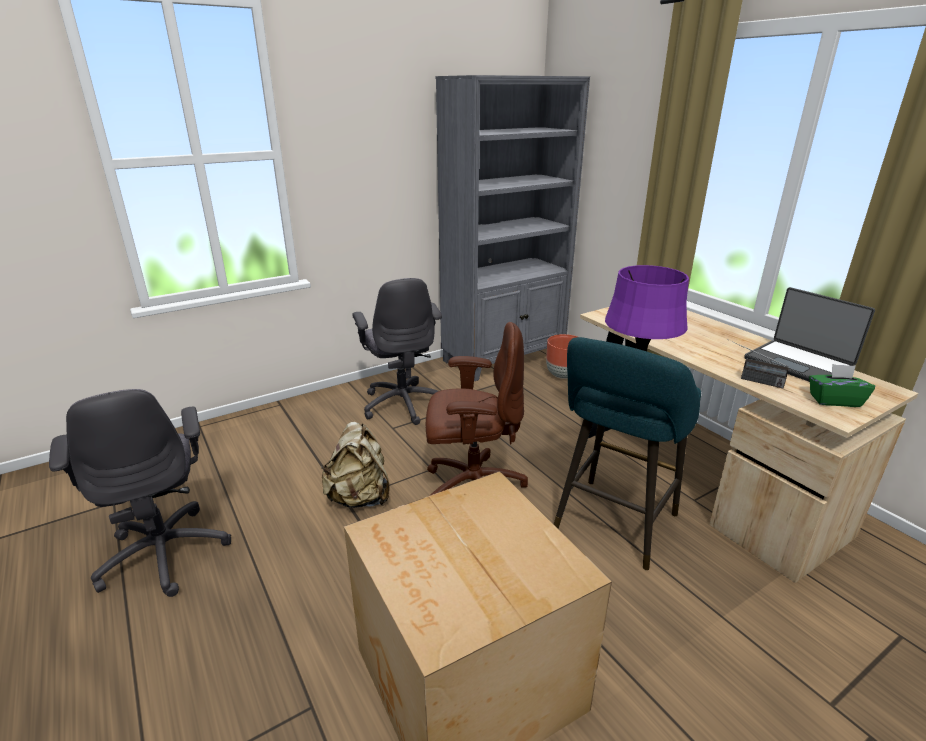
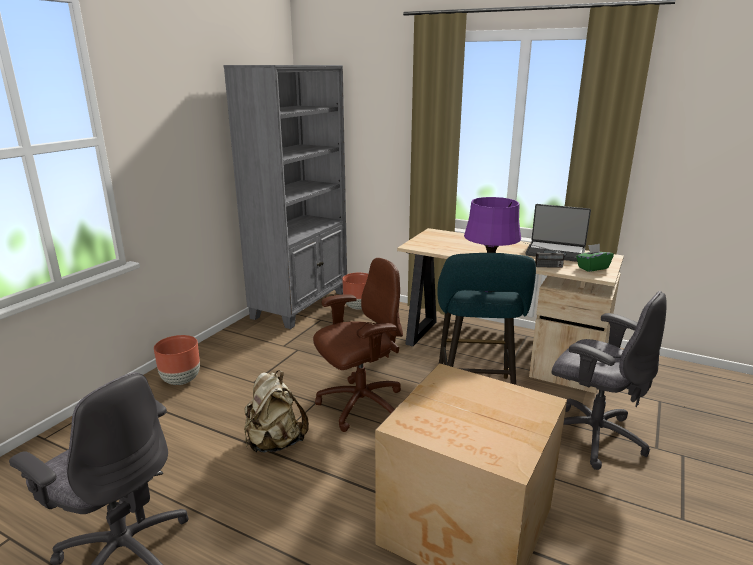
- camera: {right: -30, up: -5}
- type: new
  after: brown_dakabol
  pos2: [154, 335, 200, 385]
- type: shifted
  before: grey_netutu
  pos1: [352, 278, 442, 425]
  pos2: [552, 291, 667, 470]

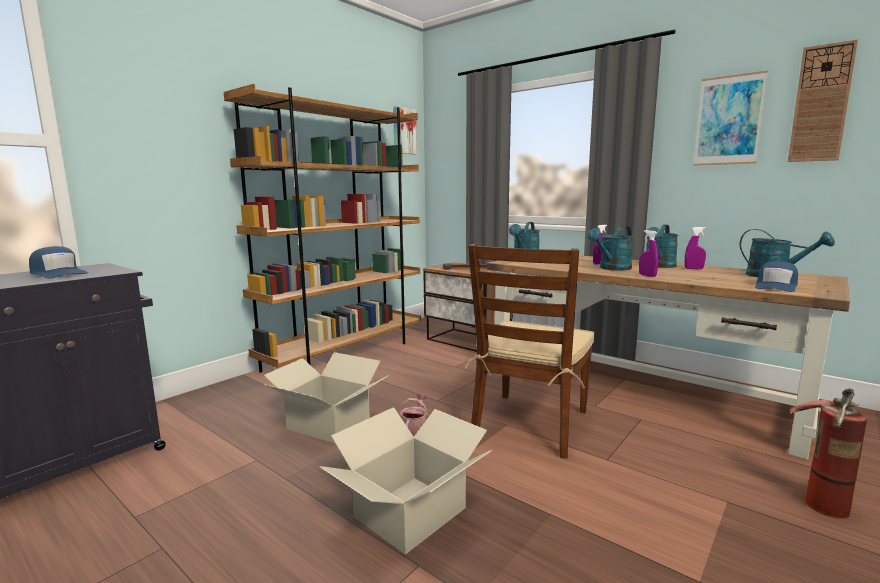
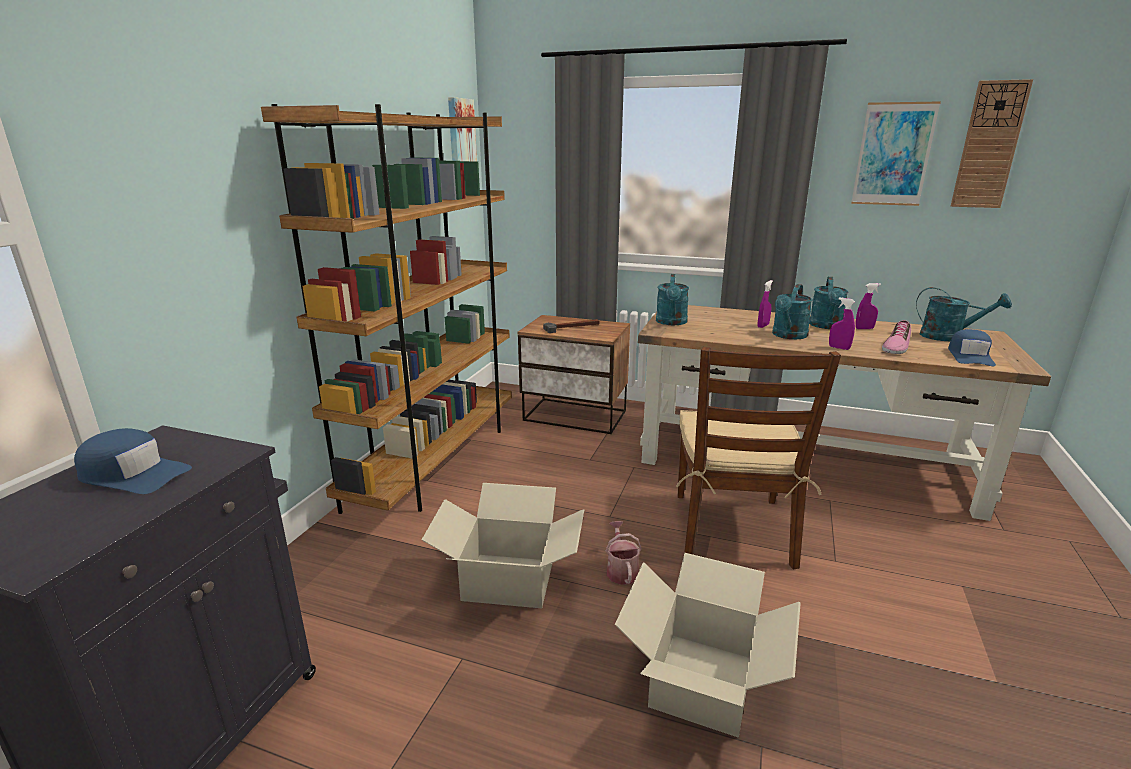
- camera: {right: -20, up: 10}
- type: gone
  before: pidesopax
  pos1: [789, 388, 867, 519]
- type: new
  after: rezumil
  pos2: [882, 320, 911, 354]

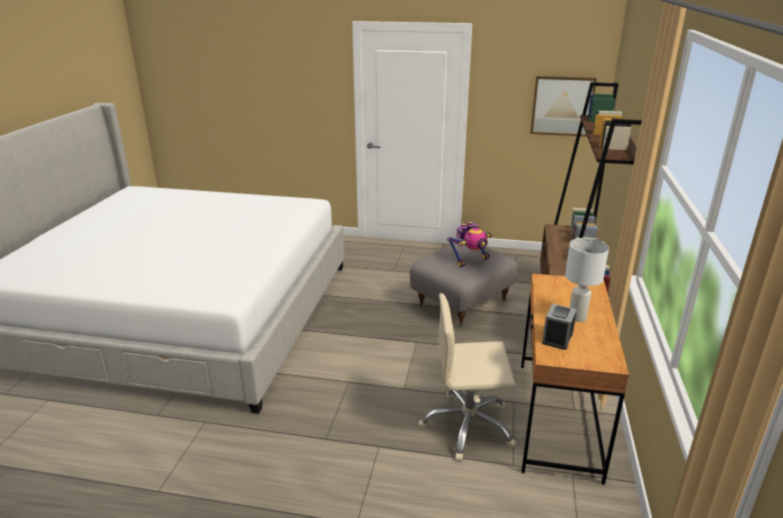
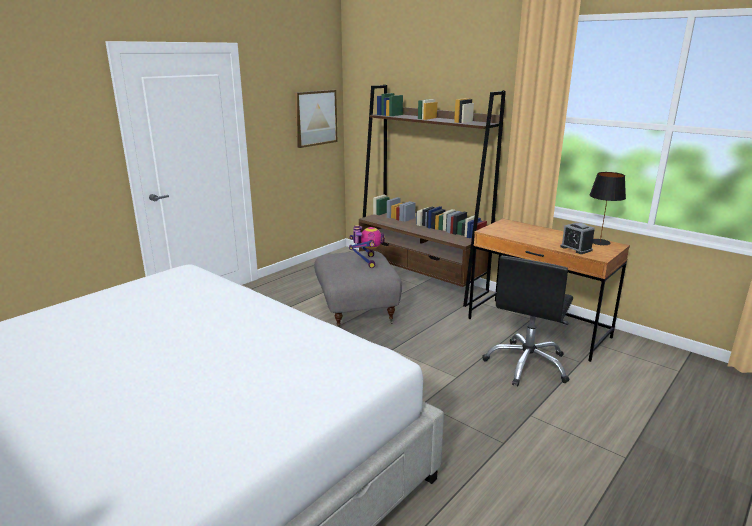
- camera: {right: -60, up: -5}
- type: gone
  before: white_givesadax
  pos1: [565, 238, 609, 322]
- type: new
  after: black_givesadax
  pos2: [590, 172, 626, 245]
- type: repainted
  before: beige_netutu
  after: black_netutu
  pos1: [419, 293, 516, 461]
  pos2: [482, 256, 573, 386]

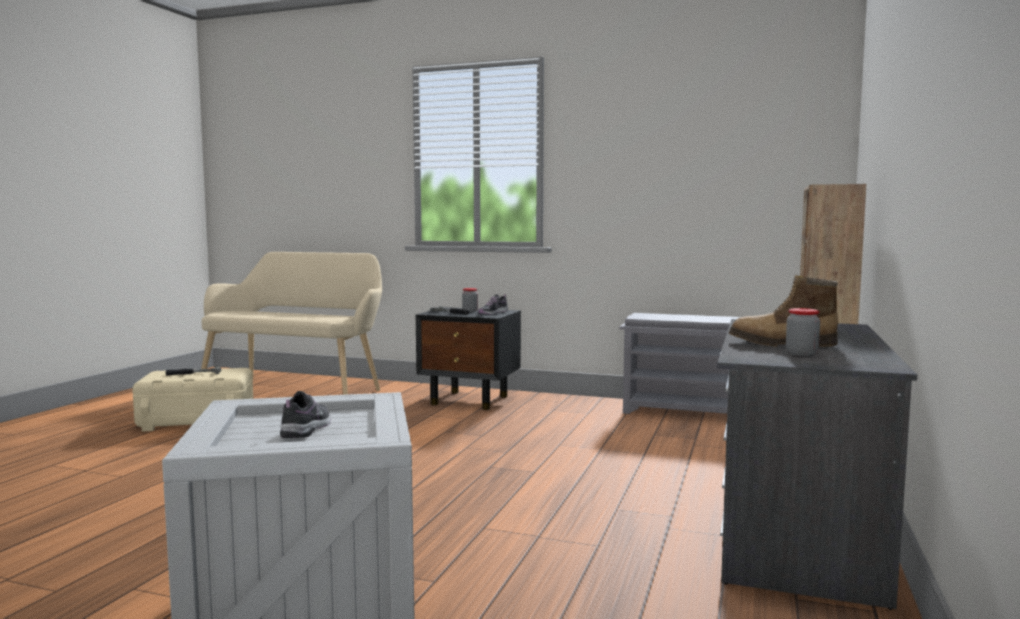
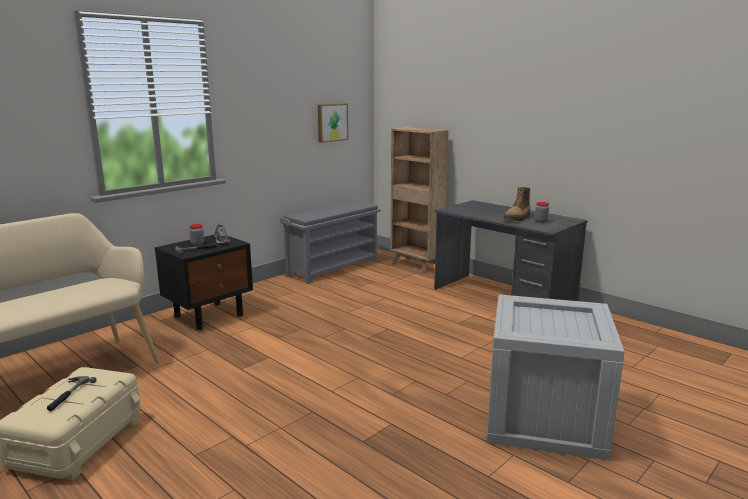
- camera: {right: -65, up: 10}
- type: gone
  before: rezumil
  pos1: [280, 391, 331, 438]
- type: new
  after: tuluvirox
  pos2: [318, 103, 348, 143]

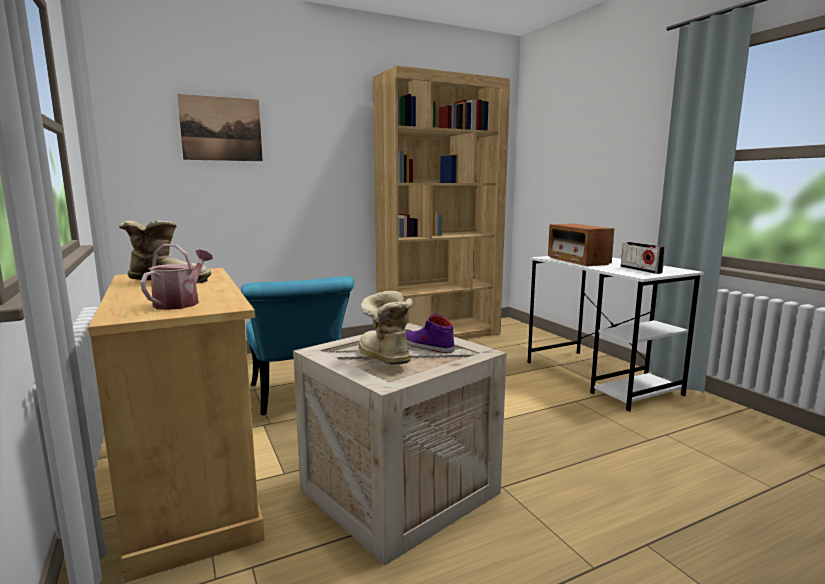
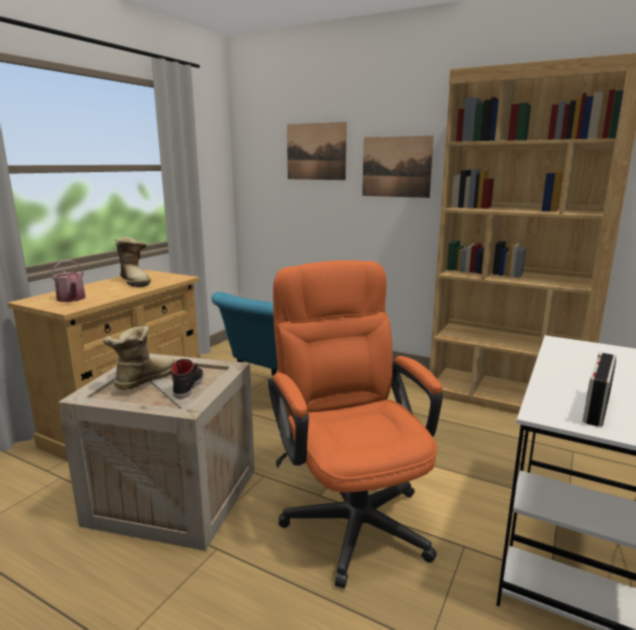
- camera: {right: 55, up: 5}
- type: gone
  before: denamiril
  pos1: [548, 224, 614, 266]
- type: new
  after: orange_netutu
  pos2: [268, 260, 443, 589]
- type: new
  after: tuluvirox
  pos2: [362, 136, 434, 198]
- type: repainted
  before: purple_rezumil
  after: black_rezumil
  pos1: [406, 314, 455, 353]
  pos2: [171, 359, 203, 399]
- type: rotated
  before: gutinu
  pos1: [140, 244, 213, 310]
  pos2: [51, 260, 86, 302]
  turn: 75

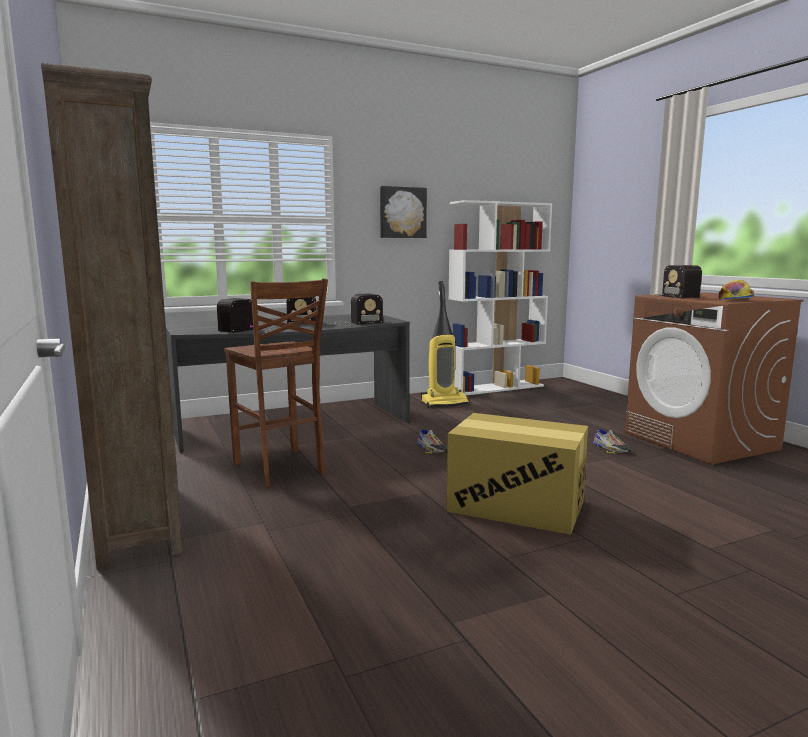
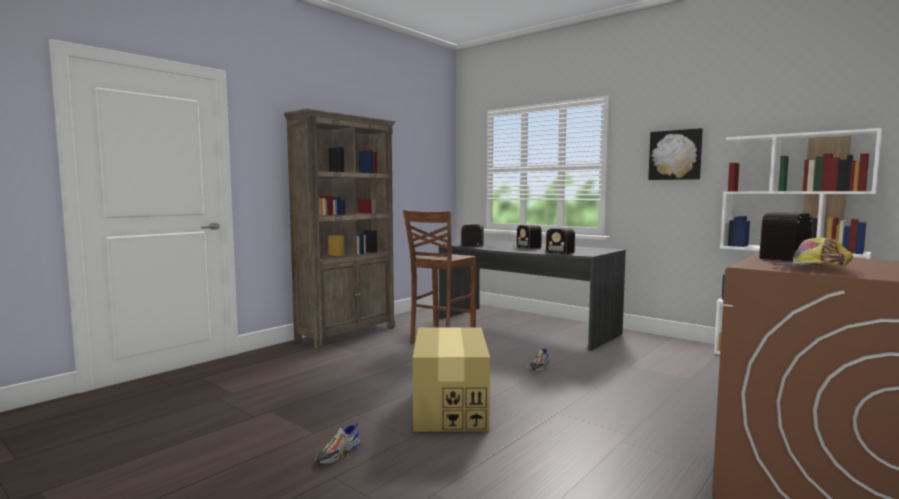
- camera: {right: 65, up: -5}
- type: gone
  before: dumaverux
  pos1: [421, 281, 470, 408]
- type: shifted
  before: rezumil
  pos1: [593, 428, 631, 454]
  pos2: [315, 423, 361, 464]

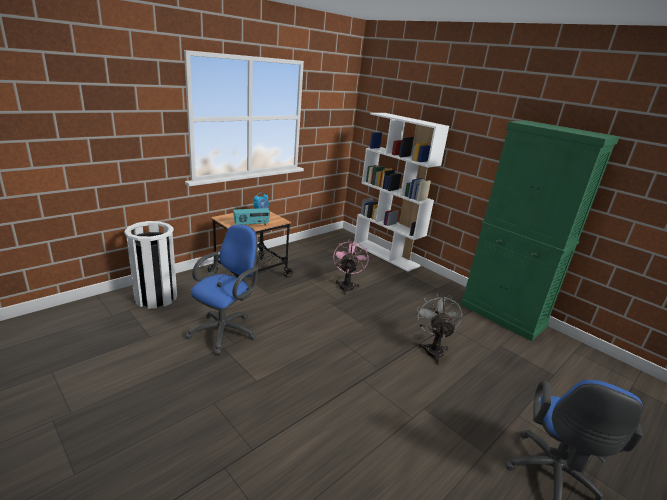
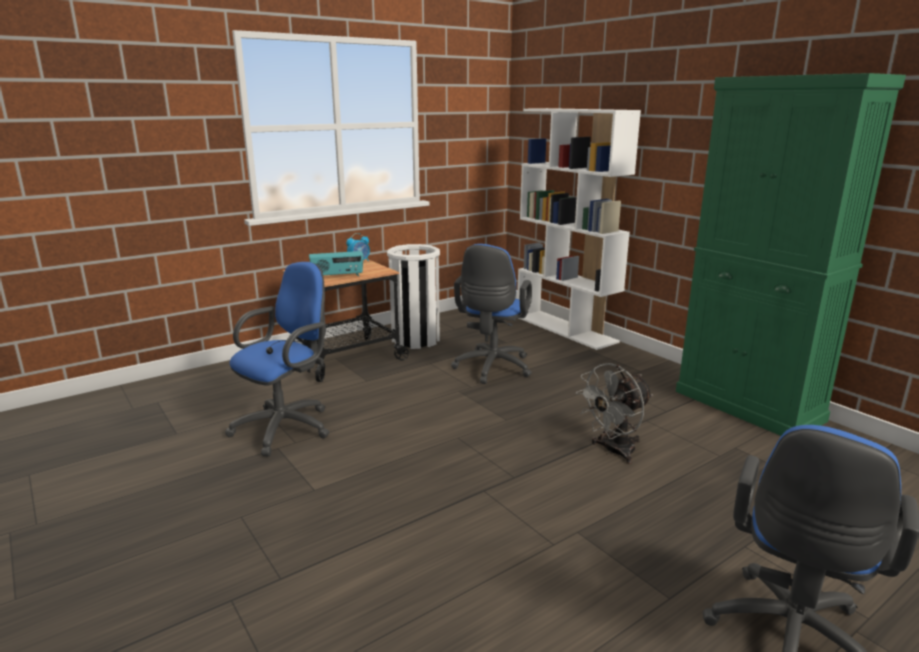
- camera: {right: 10, up: -5}
- type: shifted
  before: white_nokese
  pos1: [124, 221, 177, 309]
  pos2: [387, 244, 440, 349]
- type: swapped
  before: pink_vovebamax
  after: blue_netutu
  pos1: [333, 239, 369, 295]
  pos2: [451, 244, 532, 384]
- type: rotated
  before: grey_vovebamax
  pos1: [417, 293, 462, 365]
  pos2: [576, 363, 653, 464]
  turn: -135

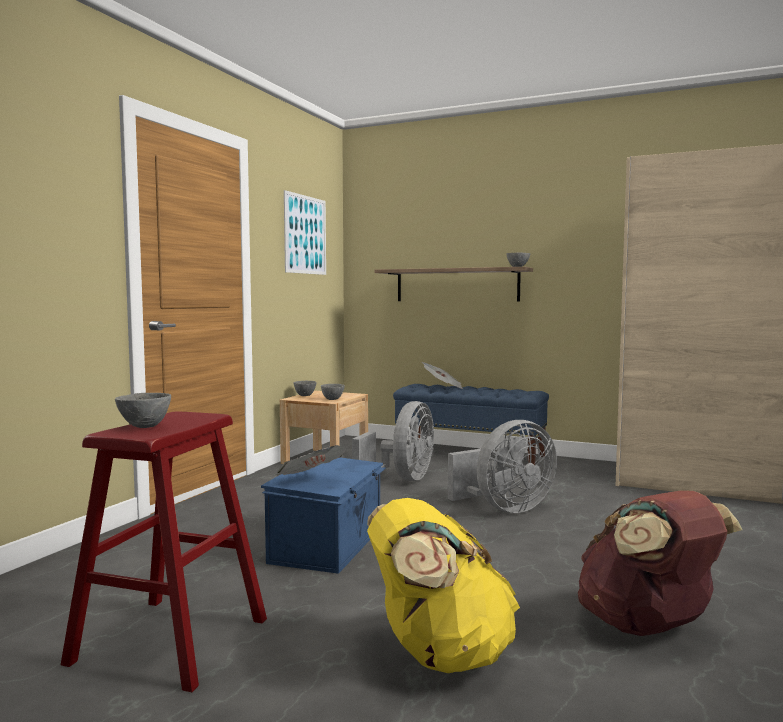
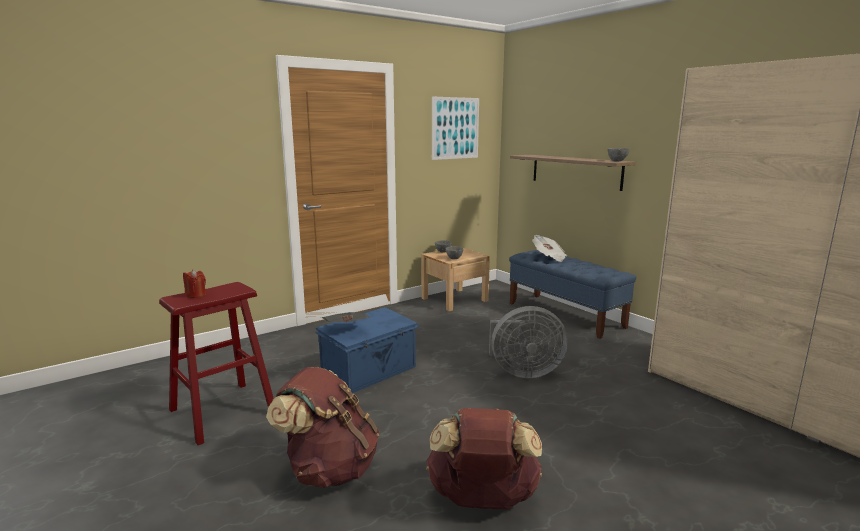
- camera: {right: 30, up: 10}
- type: gone
  before: grey_vovebamax
  pos1: [352, 401, 434, 481]
- type: swapped
  before: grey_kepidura
  after: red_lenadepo
  pos1: [115, 393, 171, 428]
  pos2: [183, 269, 206, 298]
- type: repainted
  before: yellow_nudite
  after: brown_nudite
  pos1: [367, 498, 520, 673]
  pos2: [266, 367, 380, 488]

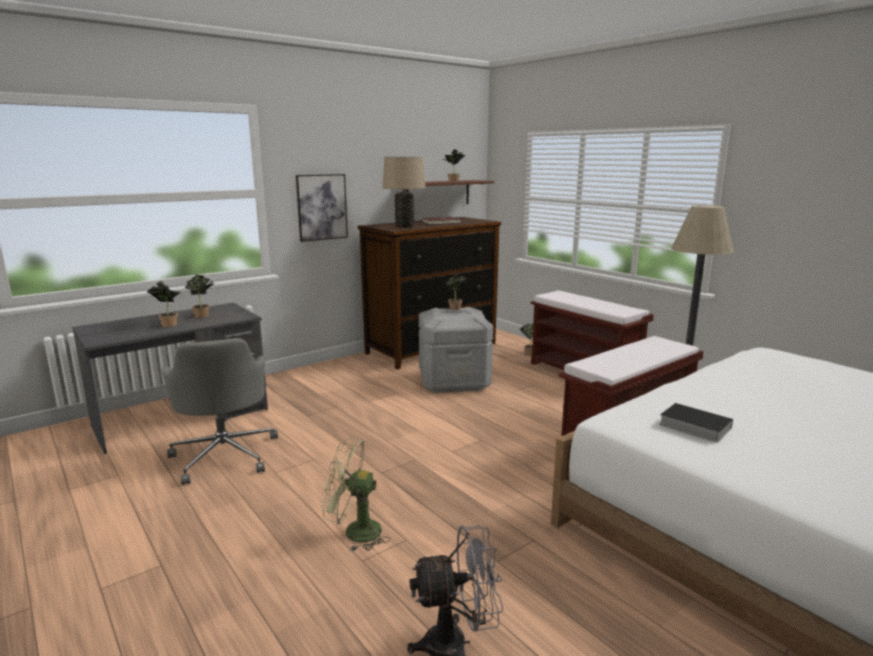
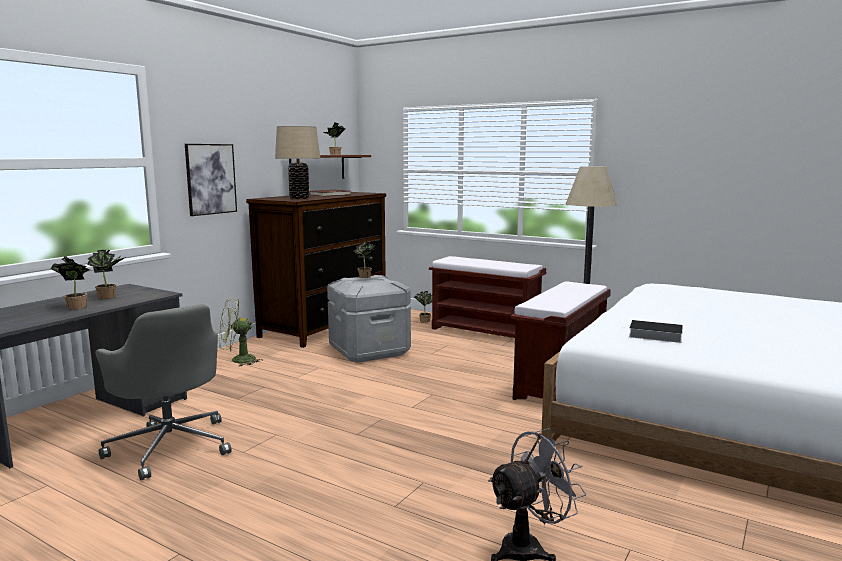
- camera: {right: -20, up: -5}
- type: shifted
  before: green_vovebamax
  pos1: [321, 438, 390, 551]
  pos2: [219, 299, 263, 367]

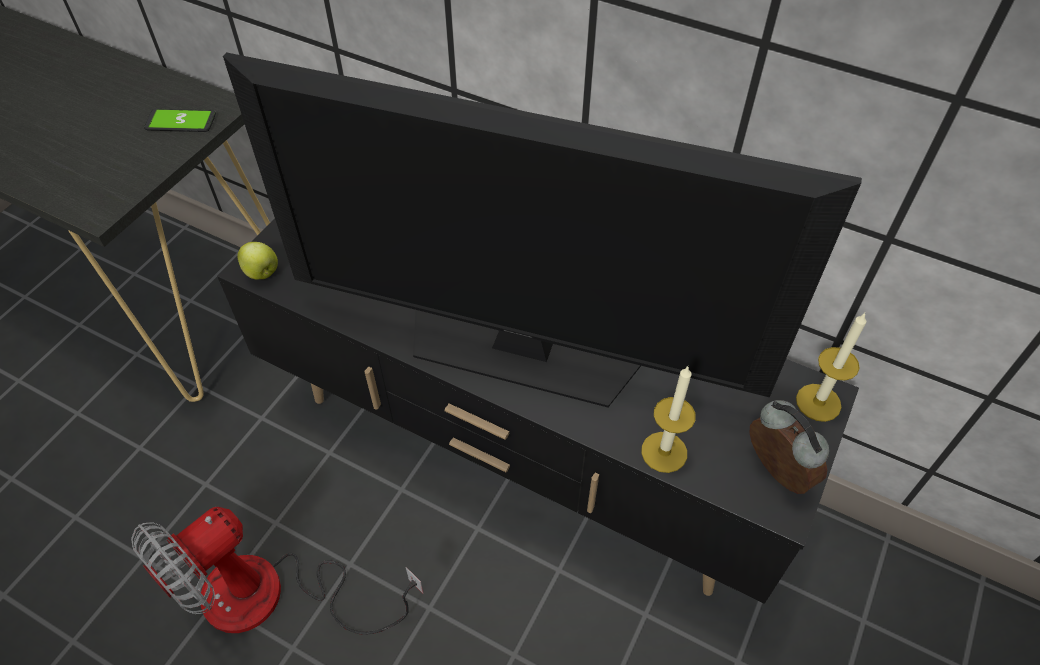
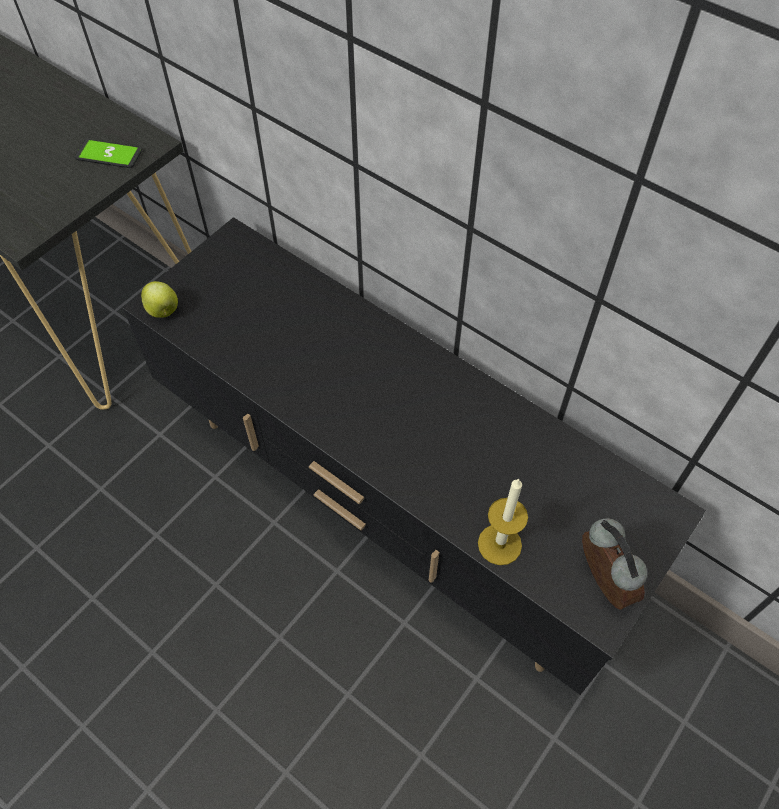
- camera: {right: 10, up: 5}
- type: gone
  before: vovebamax
  pos1: [131, 507, 424, 635]
- type: gone
  before: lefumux
  pos1: [223, 52, 862, 407]
- type: gone
  before: lenadepo
  pos1: [796, 313, 867, 422]

